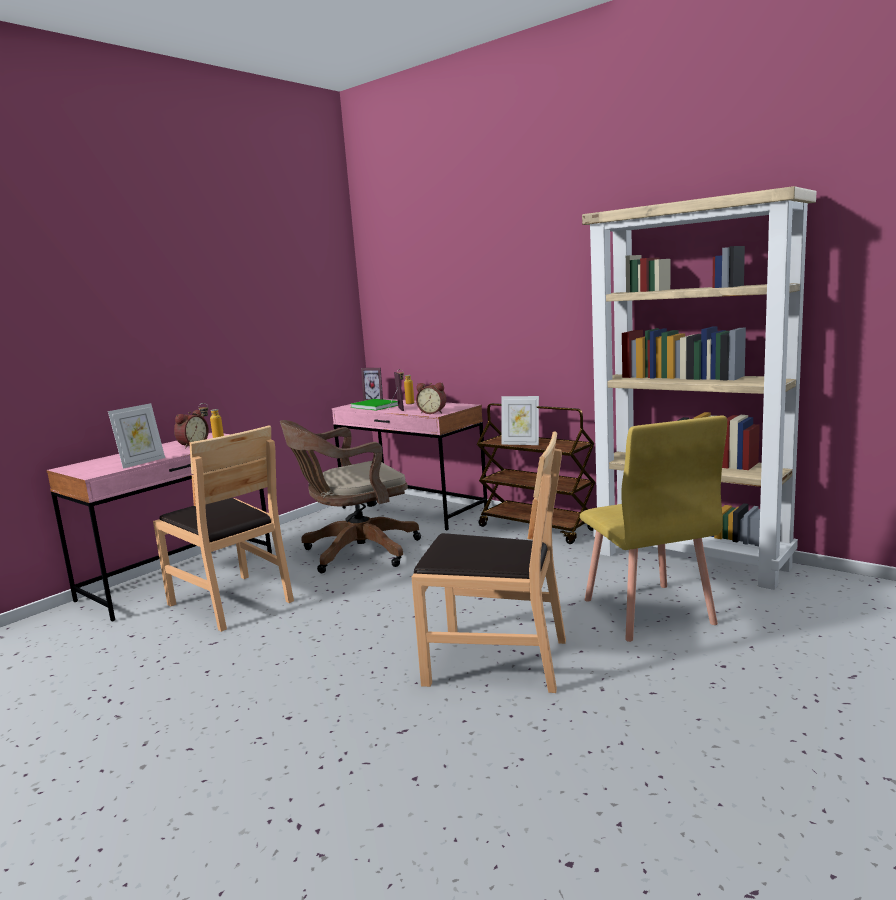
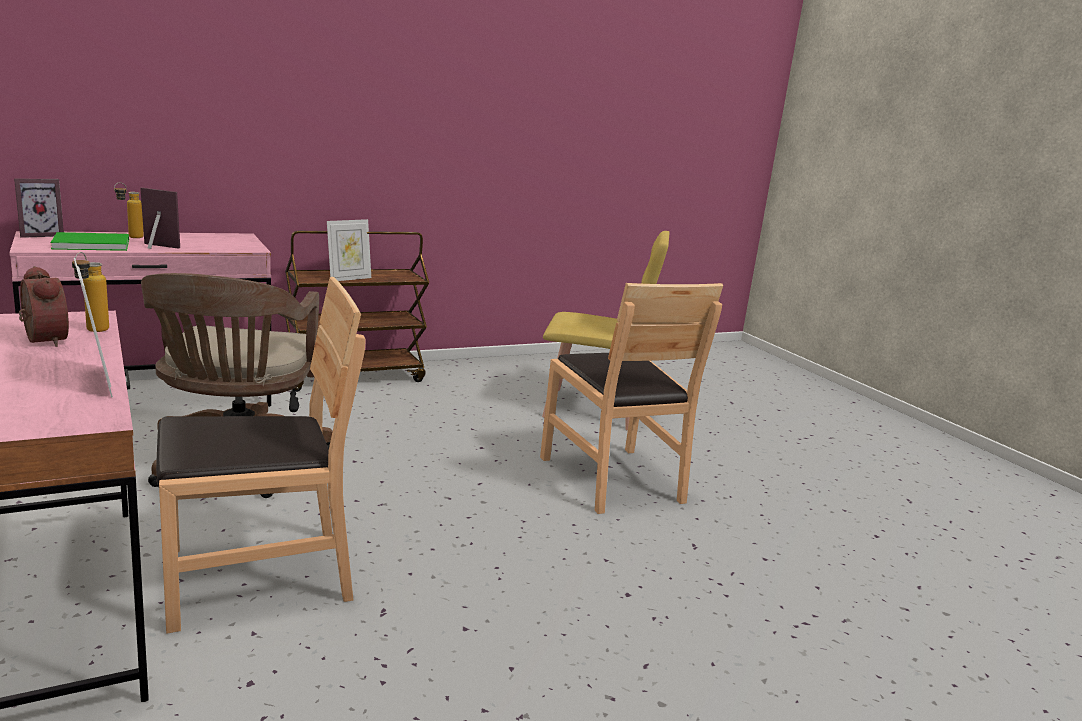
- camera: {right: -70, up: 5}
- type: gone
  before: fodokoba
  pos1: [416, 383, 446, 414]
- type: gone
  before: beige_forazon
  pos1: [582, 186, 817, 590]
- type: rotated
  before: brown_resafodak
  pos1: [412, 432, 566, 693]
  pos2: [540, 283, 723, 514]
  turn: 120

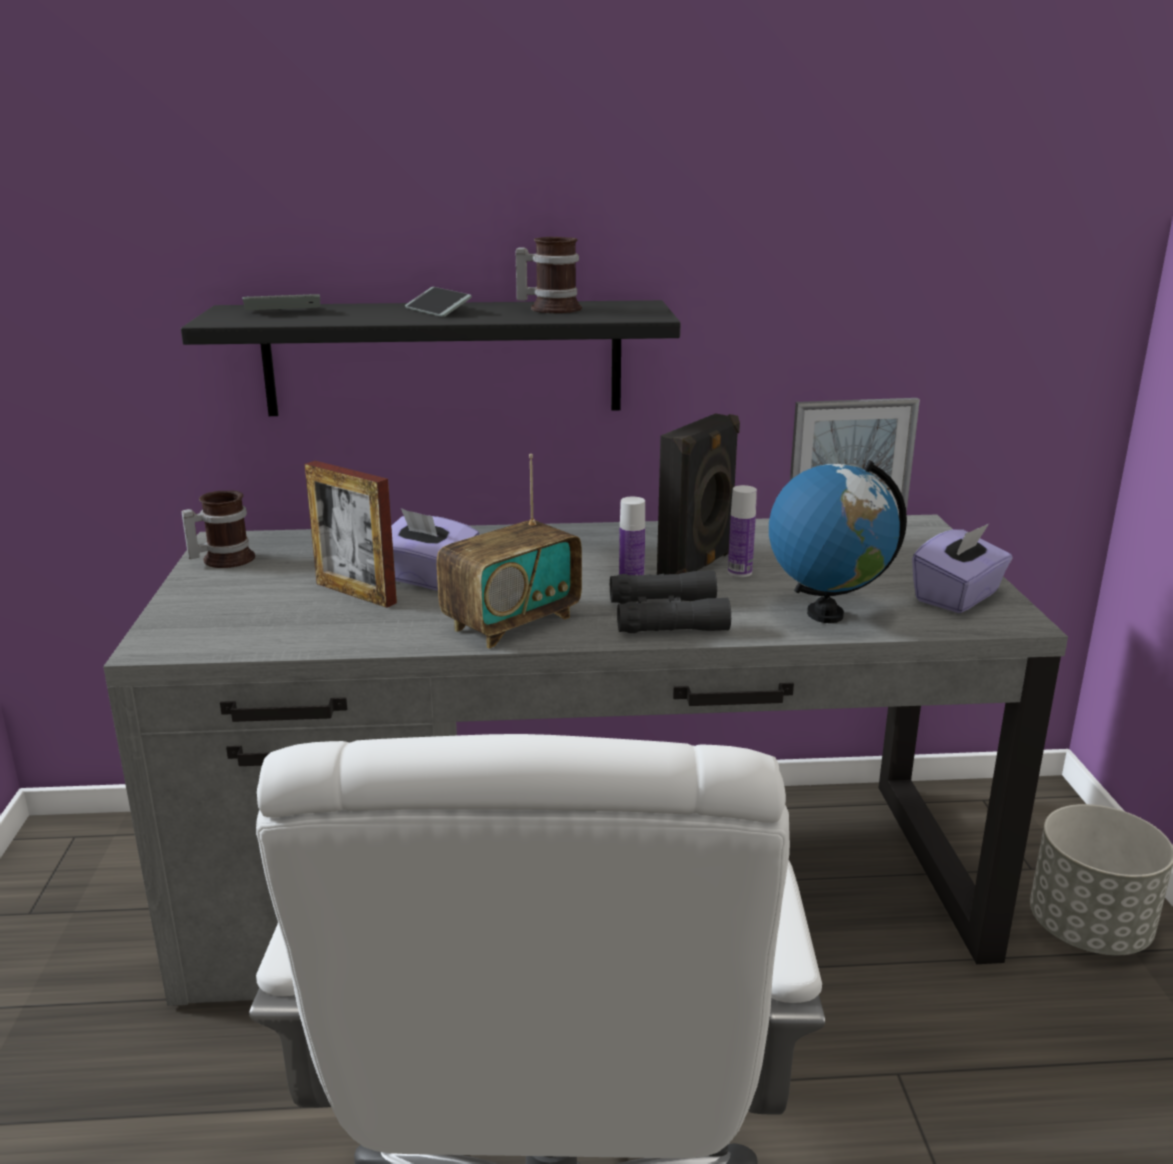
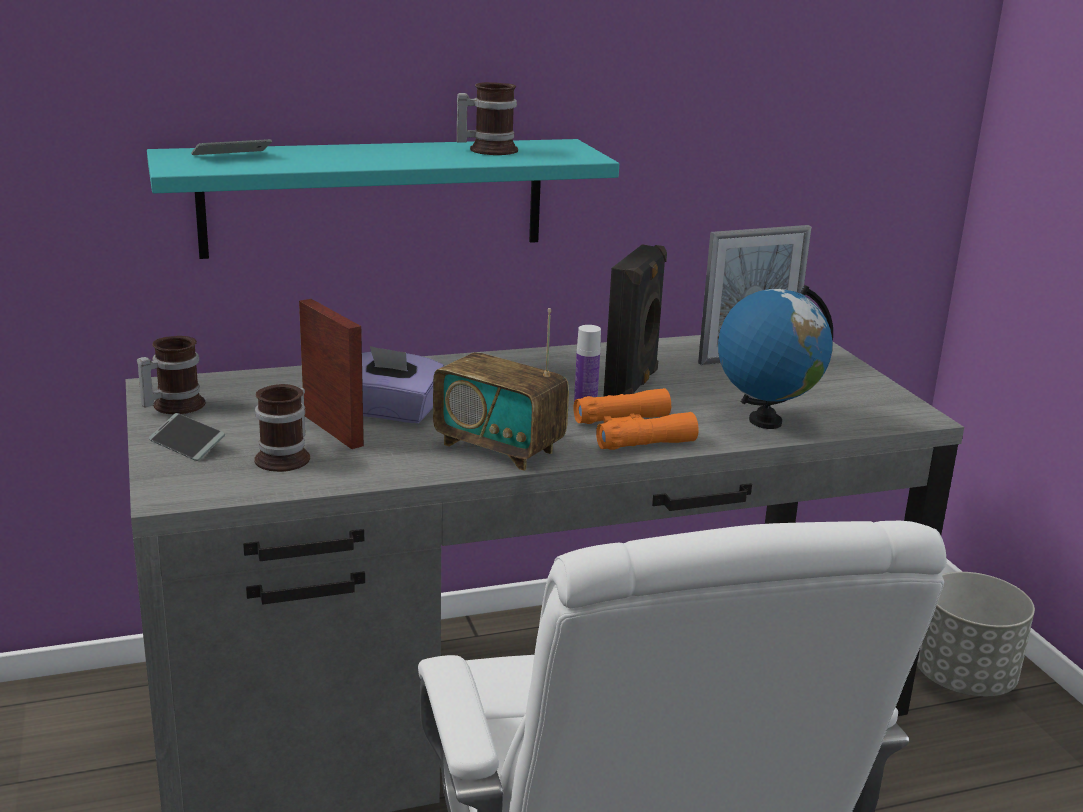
- camera: {right: -15, up: 0}
- type: gone
  before: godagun
  pos1: [728, 485, 757, 577]
- type: gone
  before: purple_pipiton
  pos1: [912, 524, 1013, 613]
- type: new
  after: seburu
  pos2: [254, 384, 310, 472]
- type: shifted
  before: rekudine
  pos1: [405, 287, 472, 317]
  pos2: [149, 413, 225, 461]
- type: repainted
  before: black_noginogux
  after: turquoise_noginogux
  pos1: [181, 300, 681, 416]
  pos2: [147, 139, 619, 259]
- type: repainted
  before: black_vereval
  after: orange_vereval
  pos1: [610, 570, 731, 633]
  pos2: [573, 388, 699, 450]
- type: rotated
  before: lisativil
  pos1: [305, 461, 397, 608]
  pos2: [299, 299, 364, 449]
  turn: -150
- type: rotated
  before: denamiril
  pos1: [437, 454, 582, 648]
  pos2: [433, 308, 569, 471]
  turn: 90

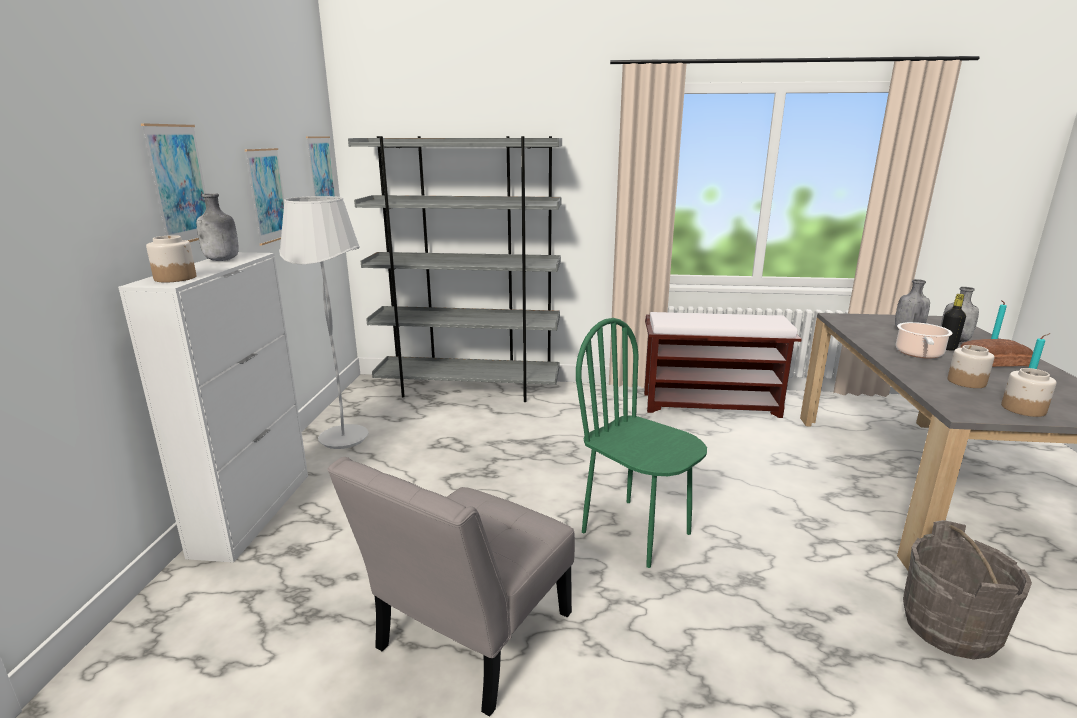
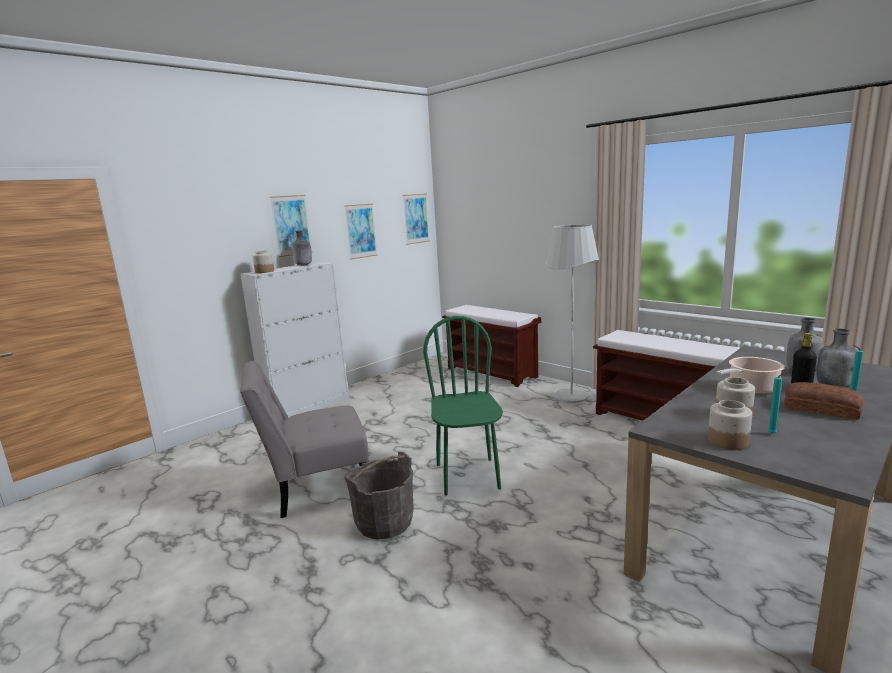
- camera: {right: 40, up: -5}
- type: shifted
  before: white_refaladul
  pos1: [279, 196, 369, 449]
  pos2: [545, 225, 599, 403]
- type: shifted
  before: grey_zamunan
  pos1: [903, 520, 1032, 660]
  pos2: [344, 452, 413, 539]
- type: swapped
  before: grey_forazon
  after: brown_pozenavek
  pos1: [348, 136, 562, 402]
  pos2: [442, 305, 542, 387]

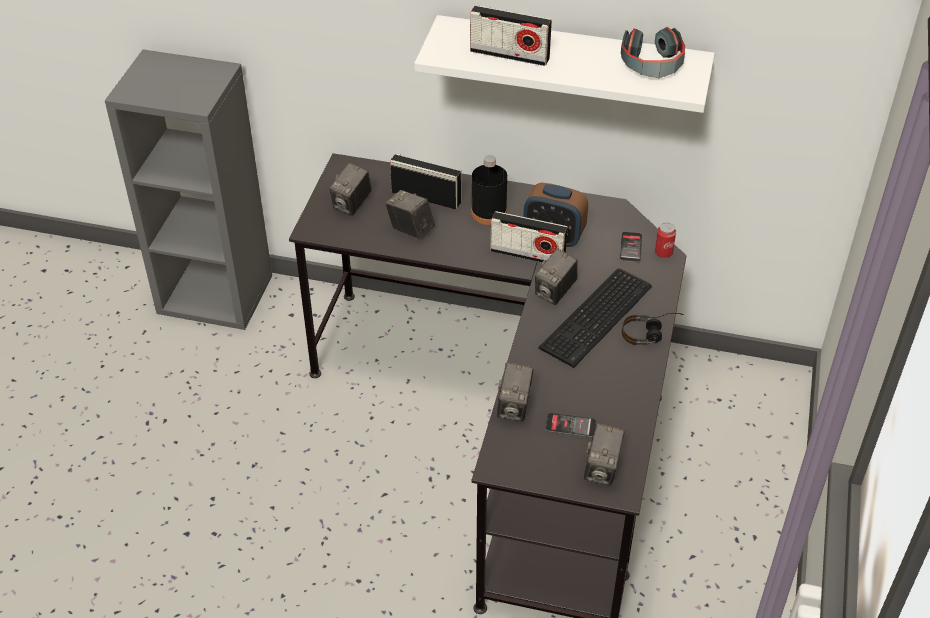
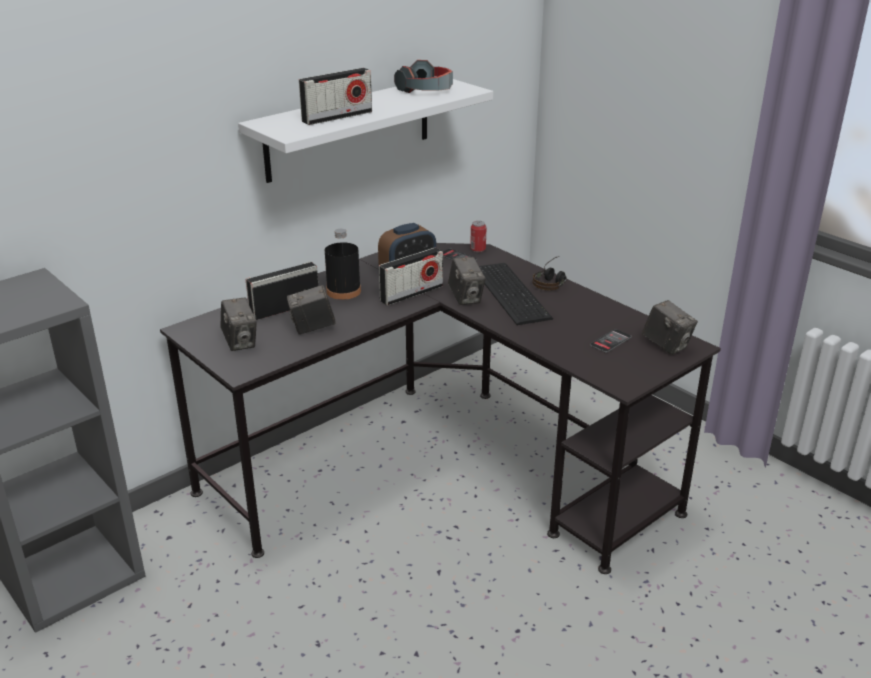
- camera: {right: -55, up: -15}
- type: gone
  before: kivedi
  pos1: [497, 362, 534, 422]

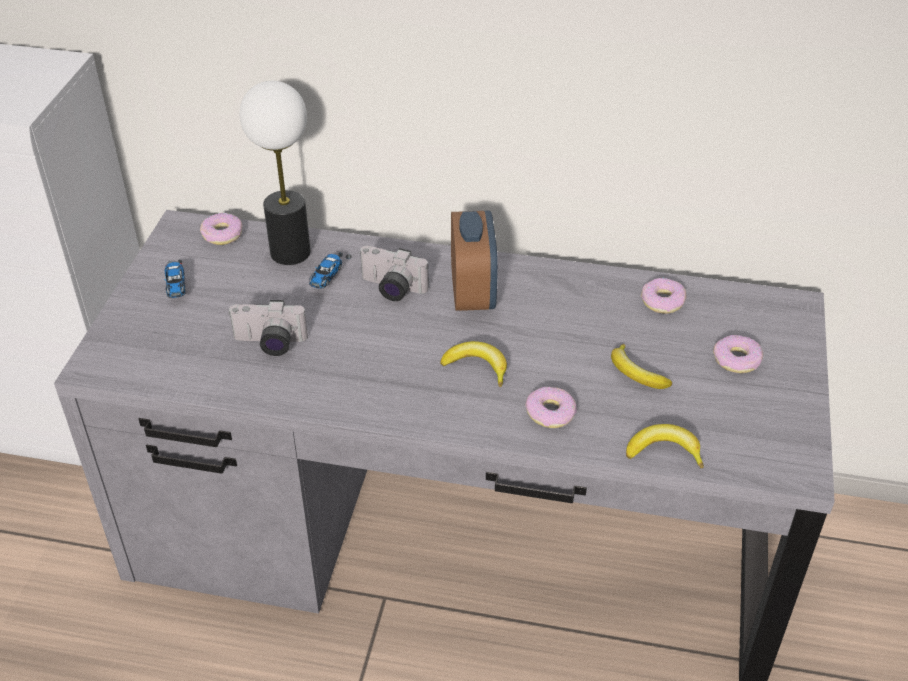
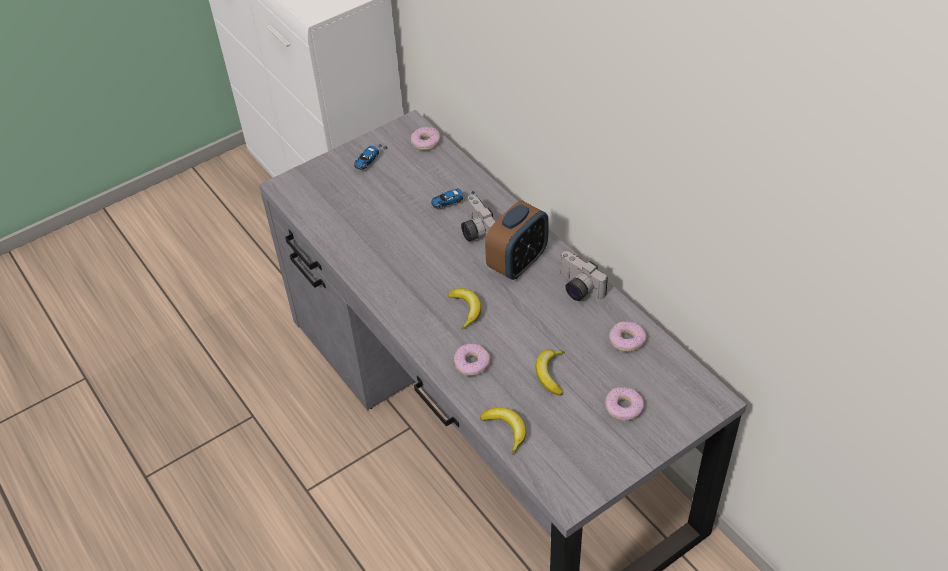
- camera: {right: 45, up: 5}
- type: gone
  before: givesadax
  pos1: [240, 81, 311, 265]
- type: shifted
  before: kivedi
  pos1: [228, 300, 308, 356]
  pos2: [560, 251, 608, 301]

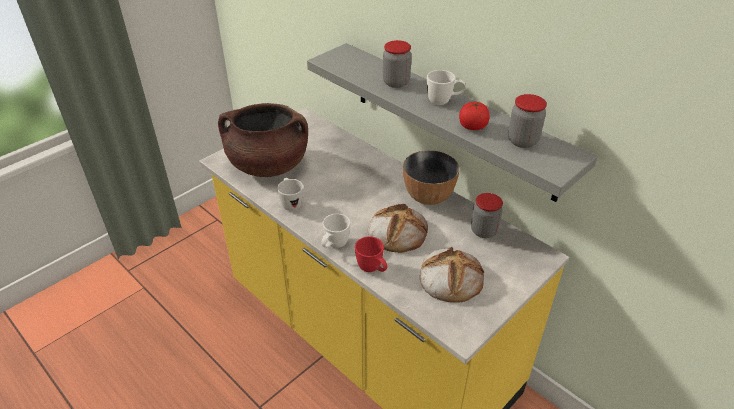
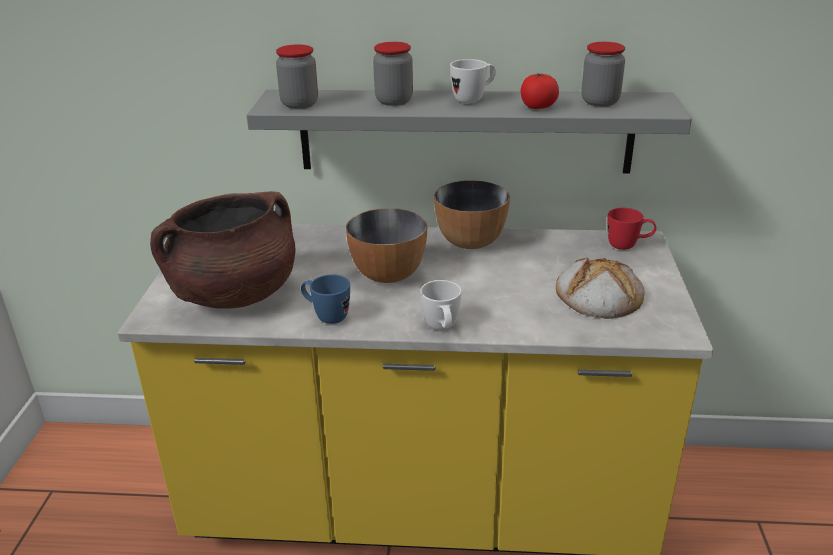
- camera: {right: -40, up: -10}
- type: gone
  before: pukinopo
  pos1: [368, 204, 428, 253]
- type: new
  after: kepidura
  pos2: [346, 208, 427, 283]
- type: shifted
  before: red_seburu
  pos1: [355, 236, 387, 272]
  pos2: [607, 208, 656, 250]
- type: shifted
  before: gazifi
  pos1: [471, 193, 503, 238]
  pos2: [276, 44, 318, 109]
- type: repainted
  before: white_seburu
  after: blue_seburu
  pos1: [277, 178, 303, 211]
  pos2: [301, 274, 350, 324]

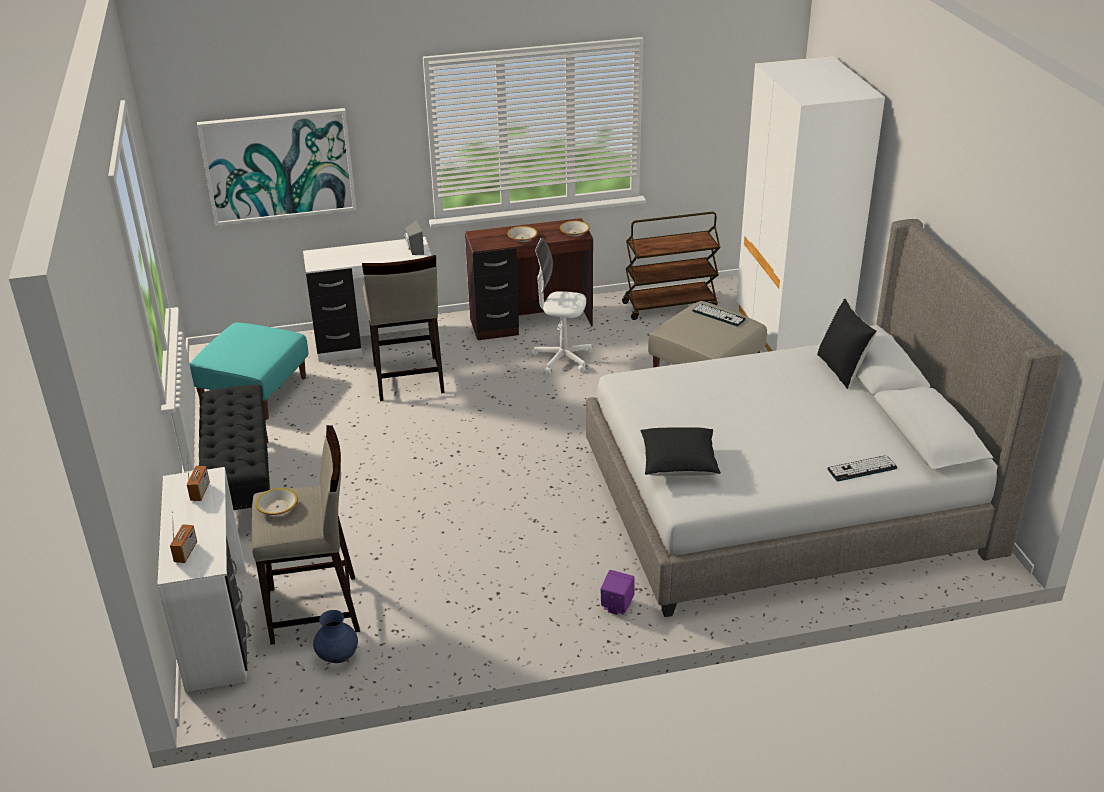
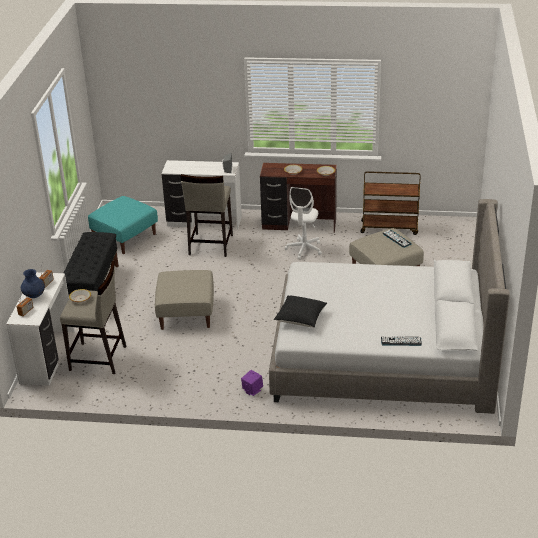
- camera: {right: 20, up: 0}
- type: gone
  before: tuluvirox
  pos1: [197, 108, 357, 226]
- type: gone
  before: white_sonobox
  pos1: [737, 56, 885, 352]
- type: gone
  before: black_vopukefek
  pos1: [817, 299, 877, 389]
- type: new
  after: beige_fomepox
  pos2: [155, 270, 214, 330]
- type: shifted
  before: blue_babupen
  pos1: [313, 610, 358, 663]
  pos2: [21, 269, 45, 298]
- type: rotated
  before: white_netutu
  pos1: [531, 238, 592, 374]
  pos2: [285, 187, 322, 260]
  turn: -105

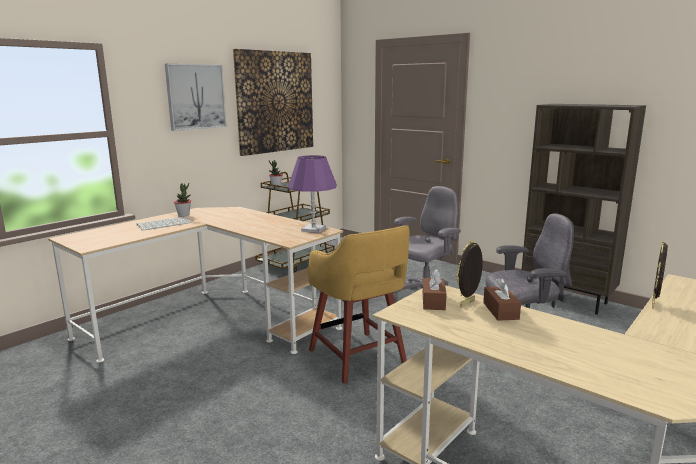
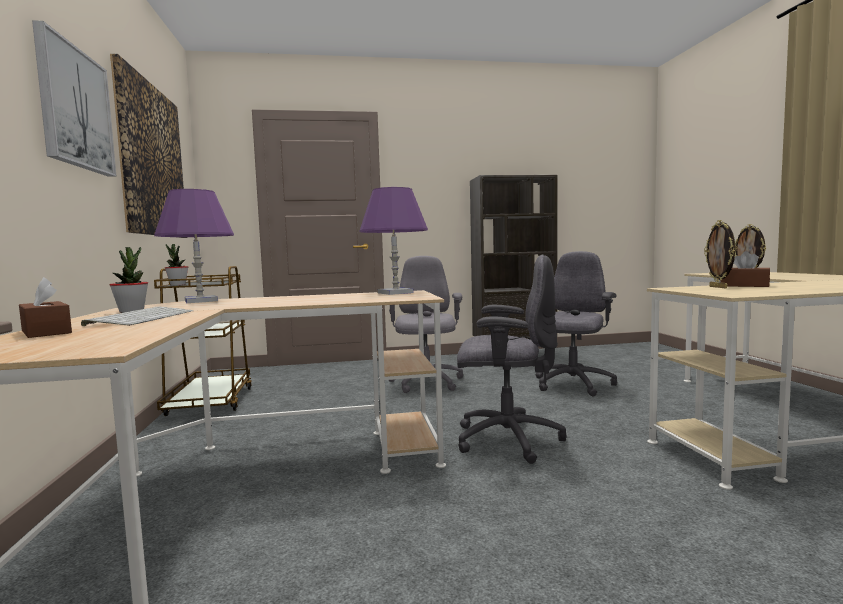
- camera: {right: -50, up: -10}
- type: new
  after: purple_givesadax
  pos2: [154, 189, 234, 303]
- type: shifted
  before: brown_pipiton
  pos1: [423, 269, 447, 310]
  pos2: [19, 277, 72, 338]
- type: swapped
  before: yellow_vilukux
  after: grey_netutu
  pos1: [308, 225, 410, 384]
  pos2: [457, 255, 566, 464]

